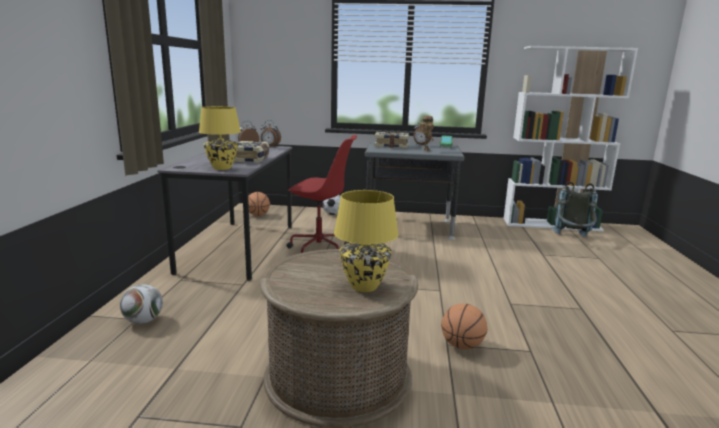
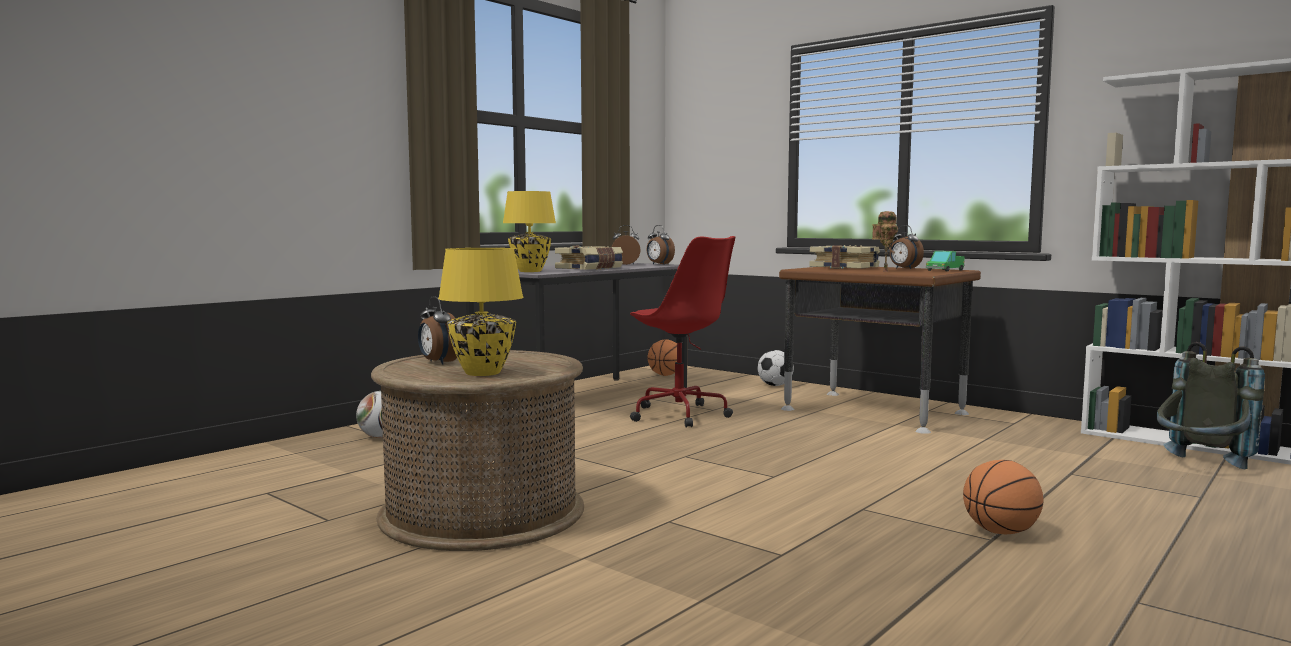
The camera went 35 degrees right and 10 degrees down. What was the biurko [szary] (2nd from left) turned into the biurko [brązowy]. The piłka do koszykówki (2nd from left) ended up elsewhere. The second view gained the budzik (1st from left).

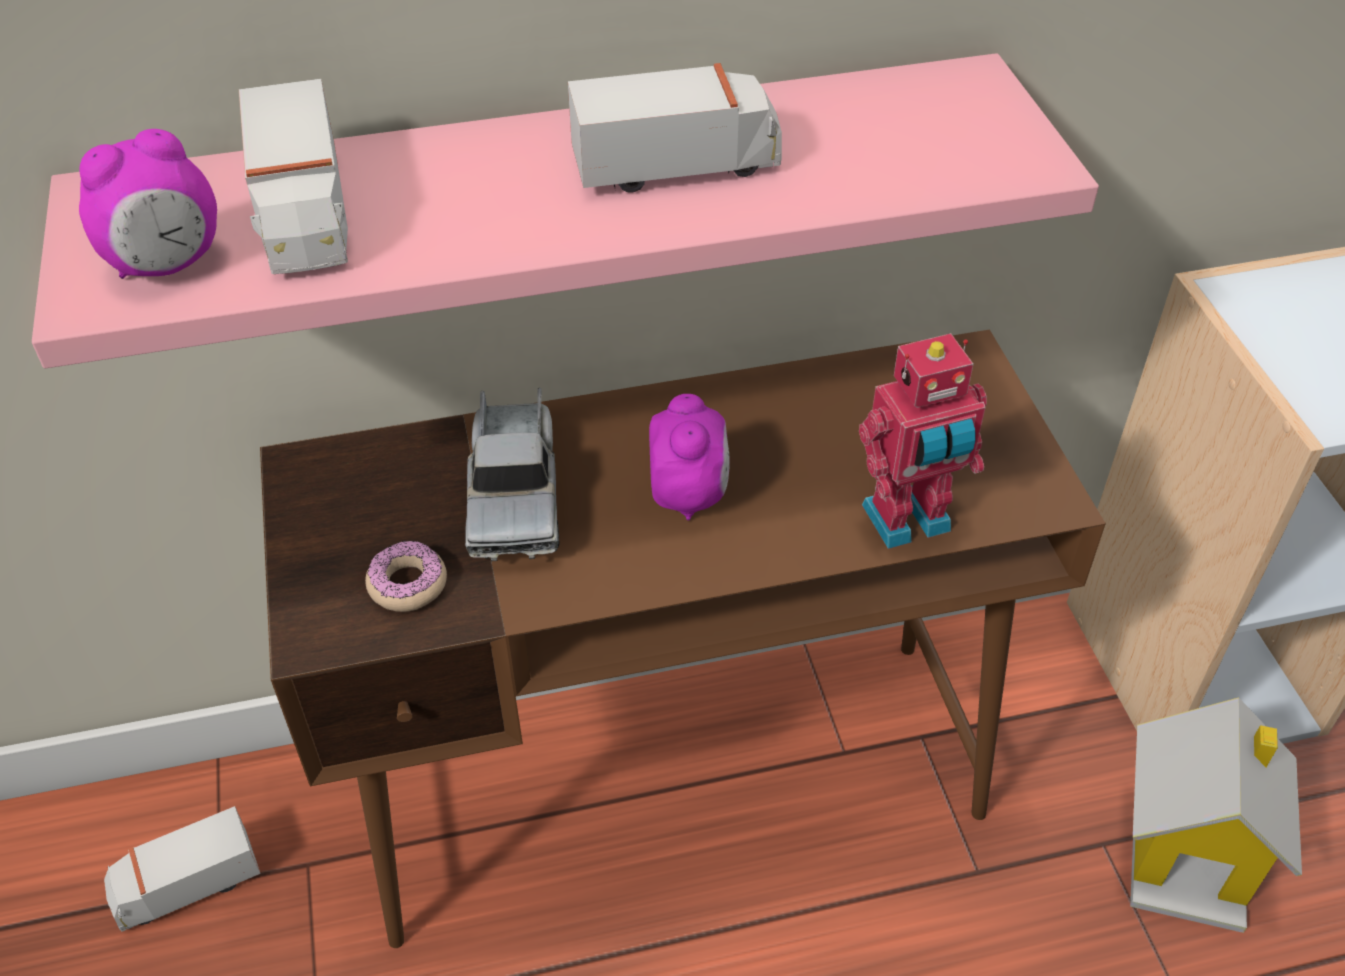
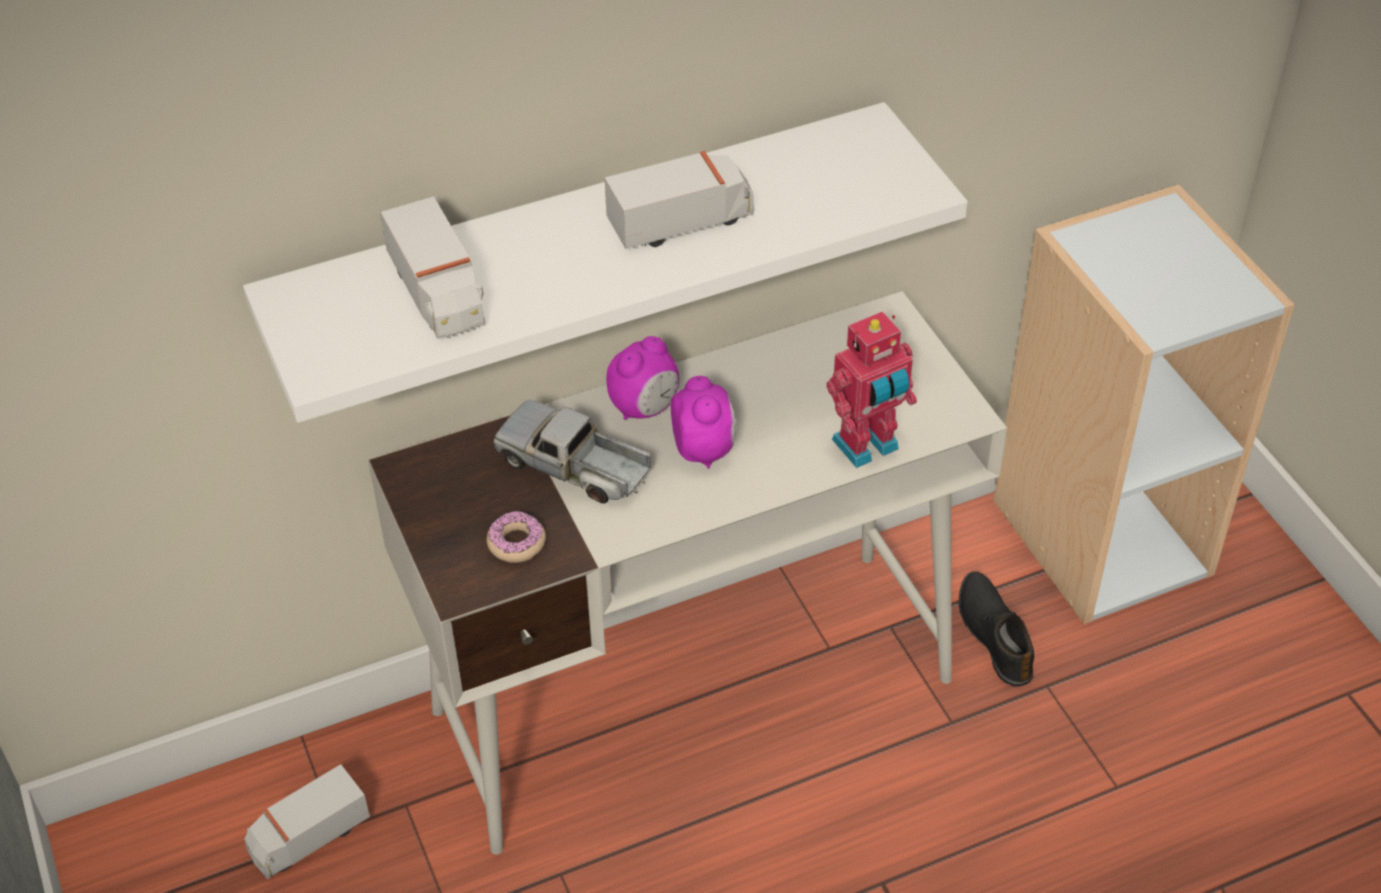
The camera went 10 degrees left and 0 degrees up. What was the półka [różowy] turned into the półka [biały]. The budzik (1st from left) ended up elsewhere. What was the biurko [brązowy] turned into the biurko [biały]. The ciężarówka zabawkowa (3rd from left) ended up facing another way, 135 degrees clockwise from before. The second view lost the domek. The second view gained the but [czarny].

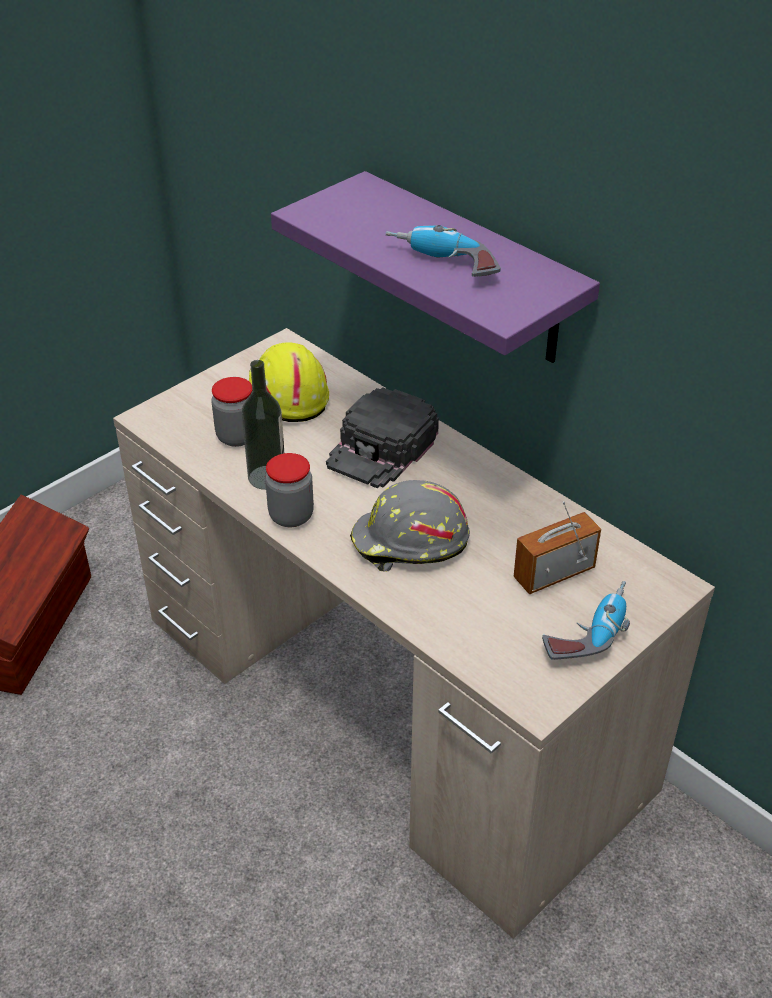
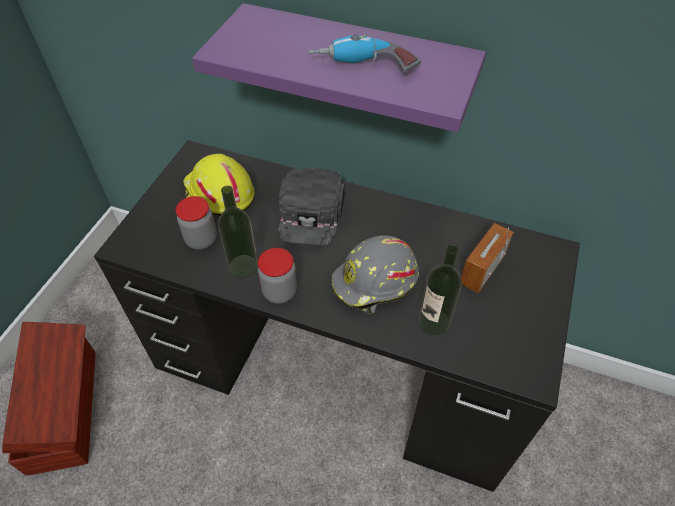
The camera went 25 degrees left and 10 degrees up. What was the biurko [beżowy] turned into the biurko [czarny]. The second view lost the wiertarka (2nd from left). The second view gained the butelka (2nd from left).

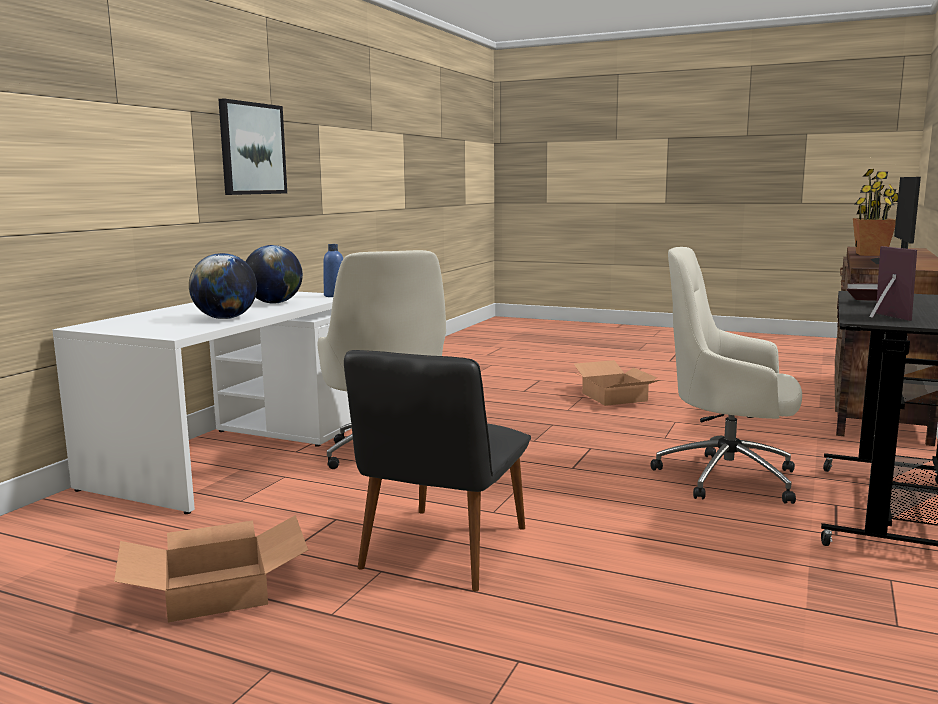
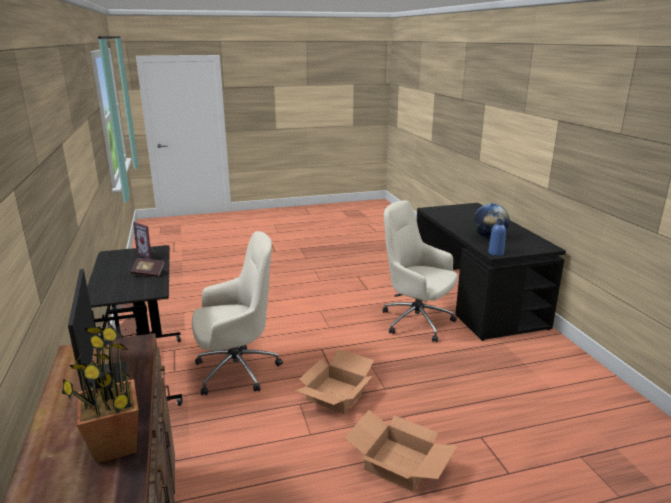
The camera went 140 degrees right and 10 degrees up. The second view lost the obraz. The second view lost the globus (1st from left). What was the biurko [biały] turned into the biurko [czarny] (2nd from left). The second view lost the krzesło [czarny]. The karton (1st from left) ended up elsewhere.

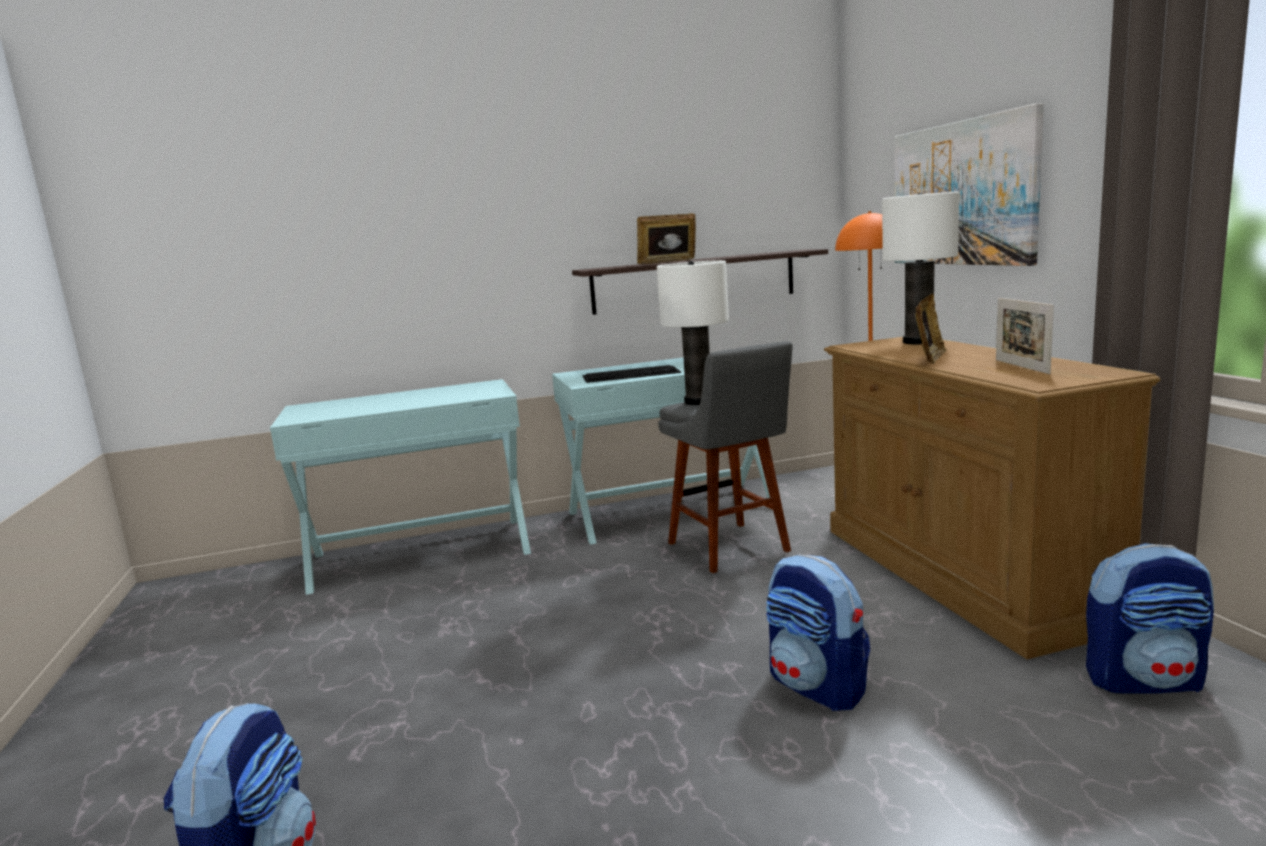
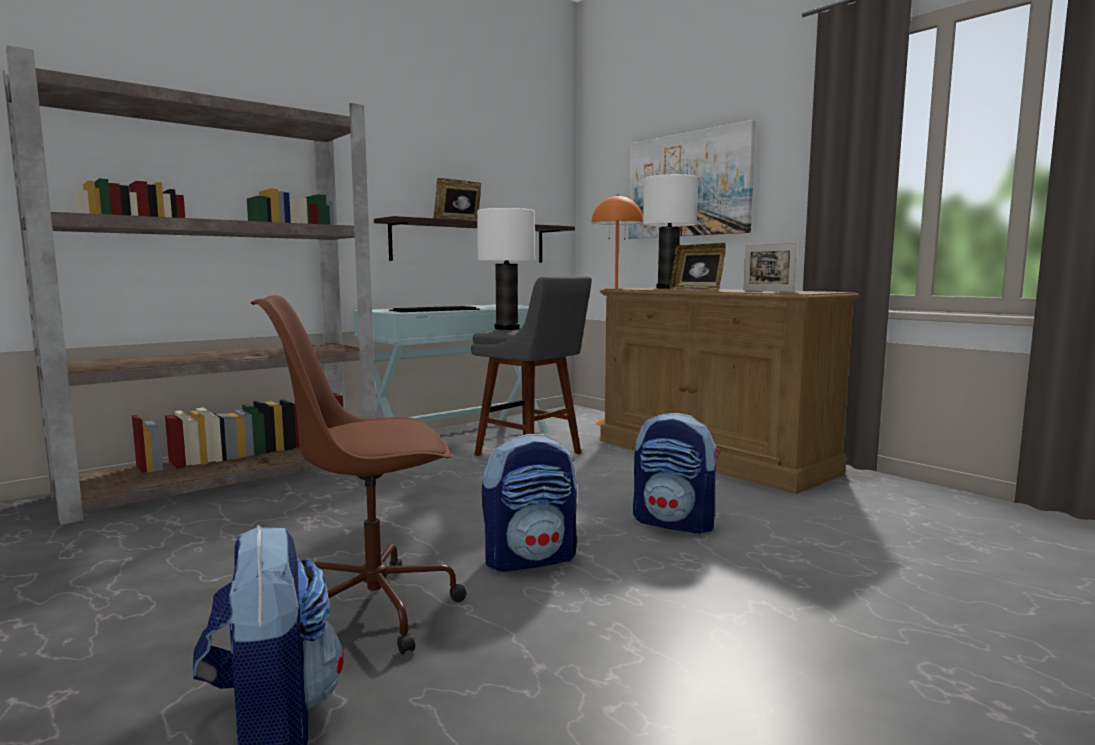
The camera went 25 degrees left and 5 degrees down. The ramka na zdjęcie (2nd from left) ended up facing another way, 135 degrees clockwise from before. Where the biurko [turkusowy] (1st from left) stood, the regał [brązowy] came to stand. The plecak (3rd from left in the first image) ended up elsewhere. The second view gained the krzesło biurowe [brązowy].

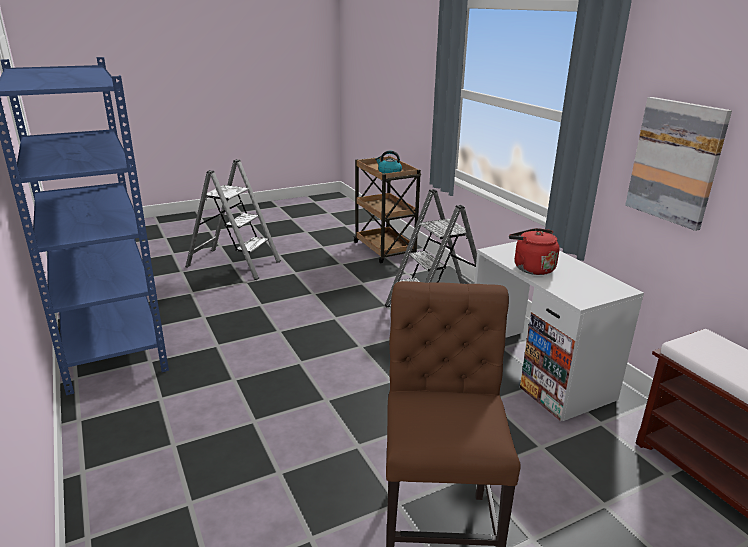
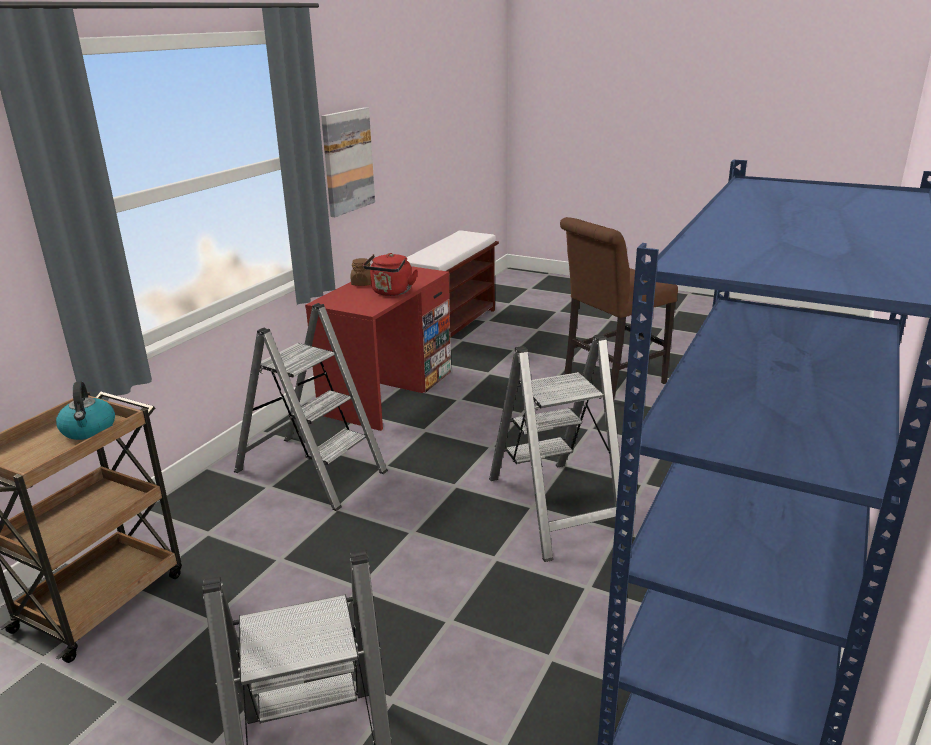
The camera went 125 degrees left and 0 degrees up. What was the biurko [biały] turned into the biurko [czerwony]. The second view gained the słoik [brązowy]. The second view gained the drabinka [szary] (3rd from left).

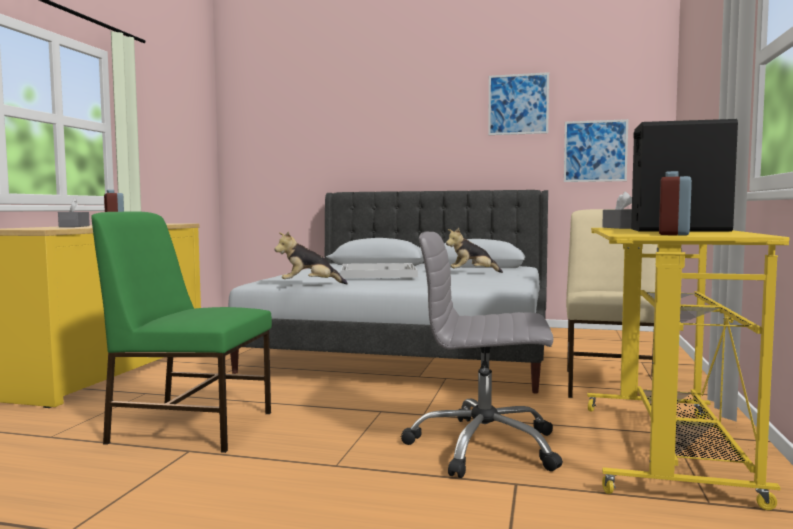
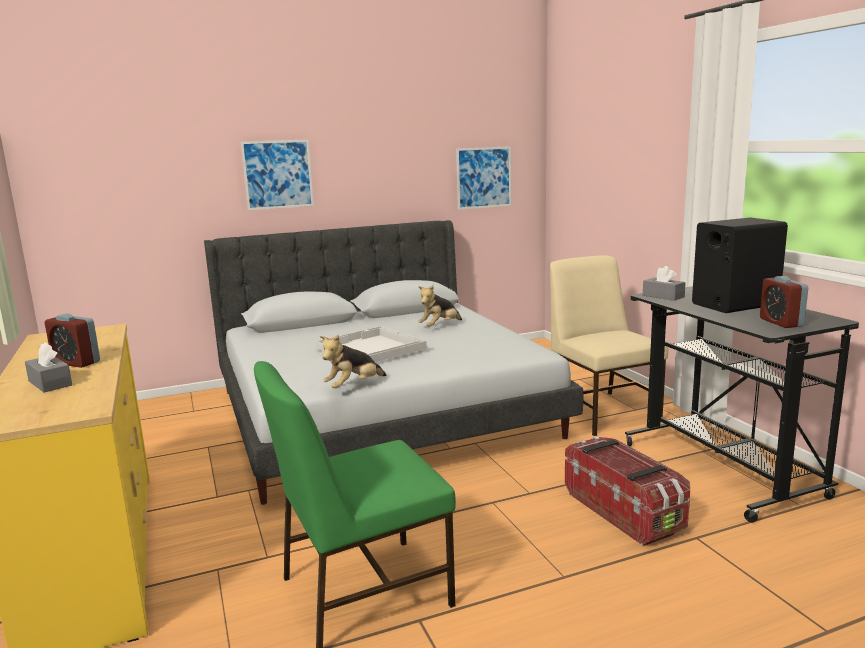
The camera went 35 degrees left and 10 degrees up. The obraz (1st from left) ended up elsewhere. What was the biurko [żółty] turned into the biurko [czarny]. Where the krzesło biurowe [szary] stood, the pojemnik do przechowywania came to stand.

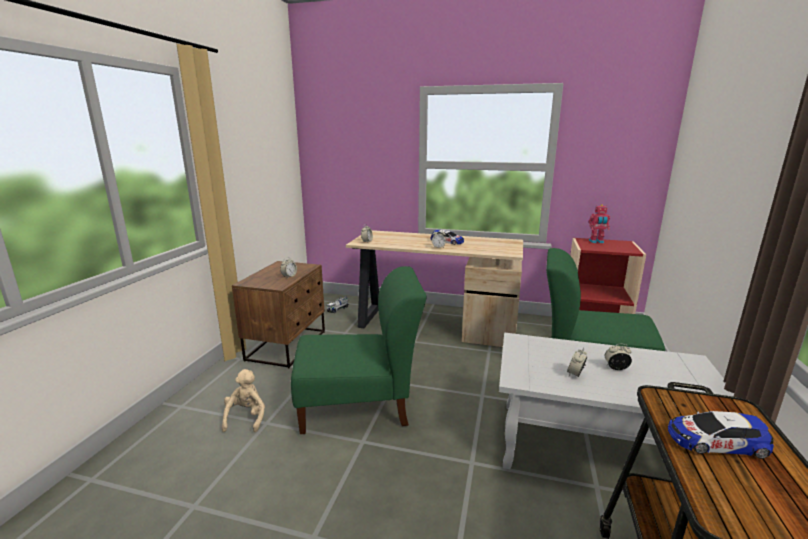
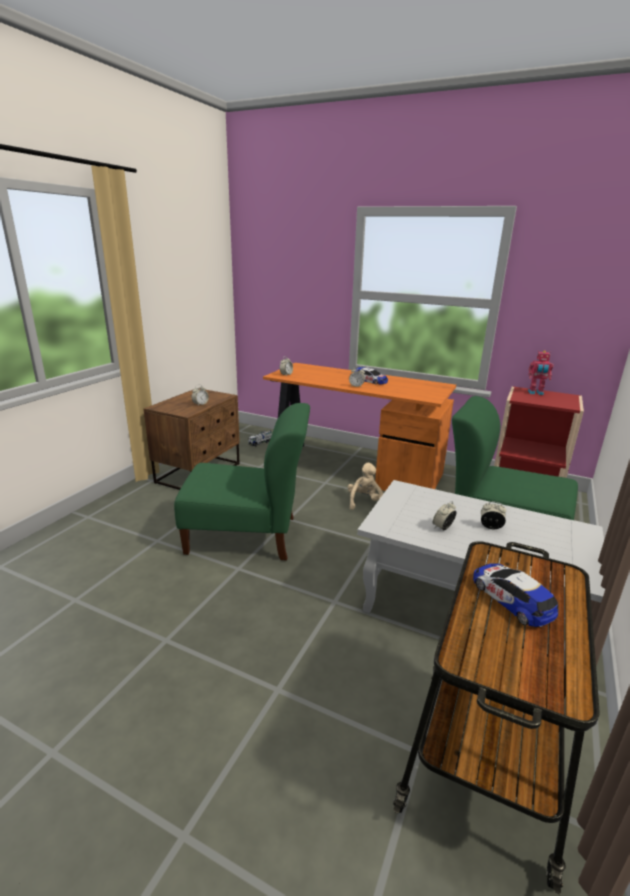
The camera went 10 degrees right and 5 degrees up. What was the biurko [beżowy] turned into the biurko [pomarańczowy]. The pluszak [beżowy] ended up elsewhere. The samochodzik (2nd from left) ended up facing another way, 45 degrees clockwise from before.

